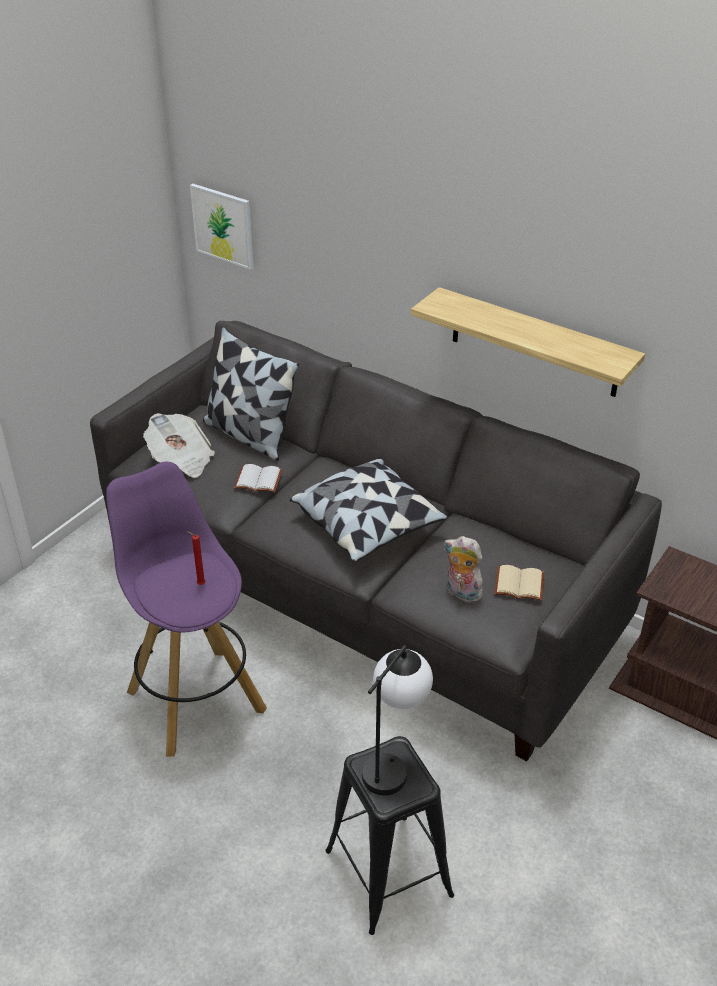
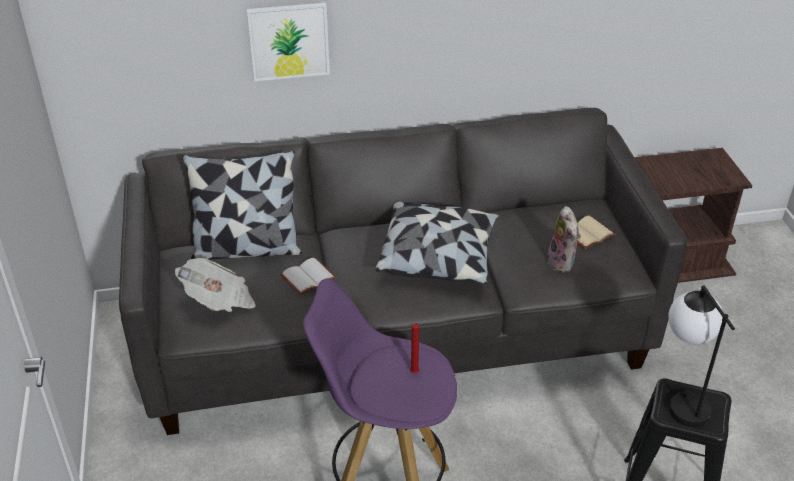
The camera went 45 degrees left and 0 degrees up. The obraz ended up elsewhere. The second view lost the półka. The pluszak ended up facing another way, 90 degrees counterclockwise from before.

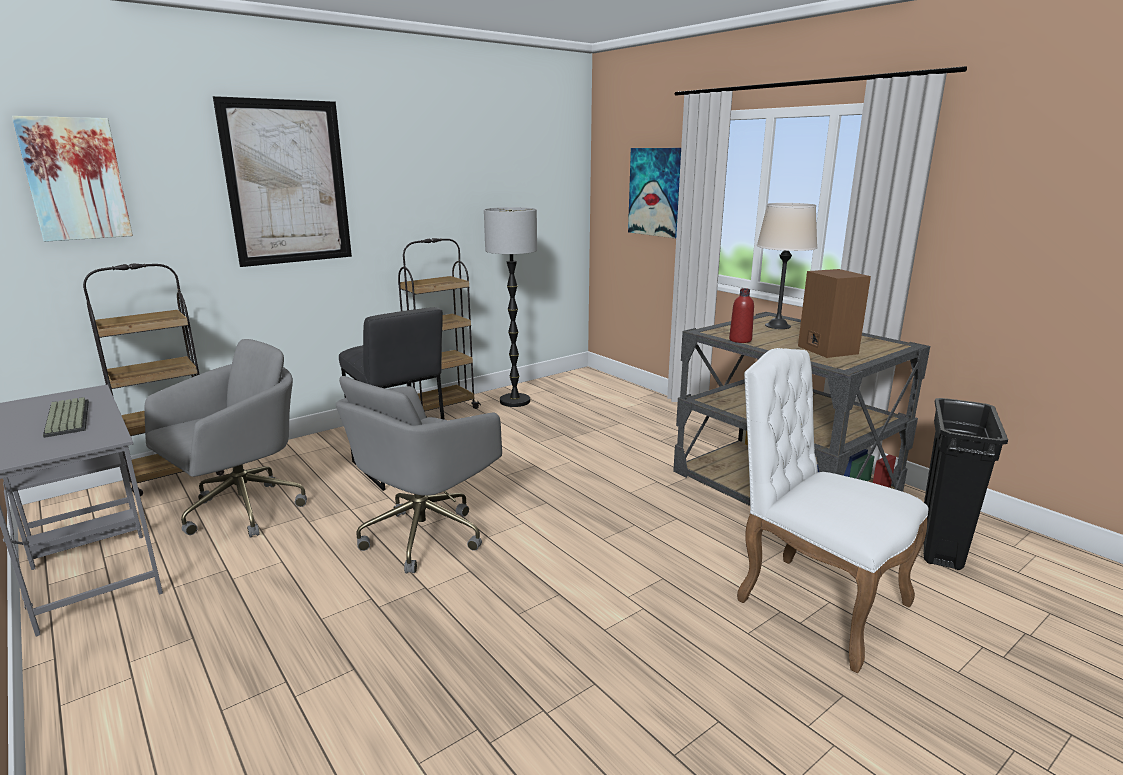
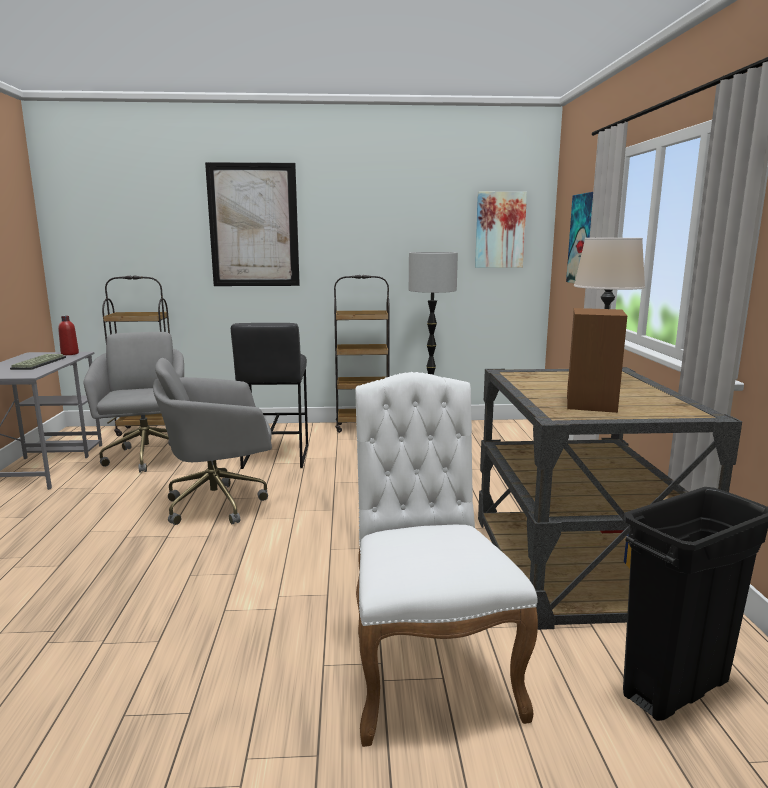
The camera went 35 degrees right and 5 degrees down. The obraz (1st from left in the first image) ended up elsewhere. The butelka [czerwony] ended up elsewhere. The krzesło biurowe [szary] (1st from left) ended up facing another way, 90 degrees counterclockwise from before.

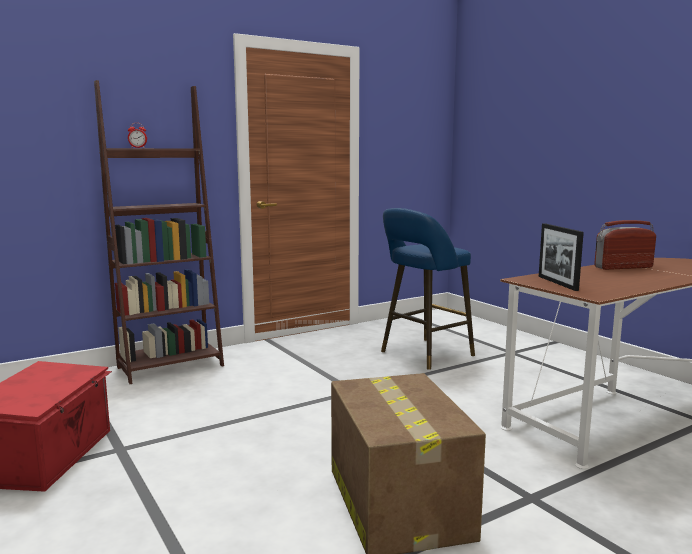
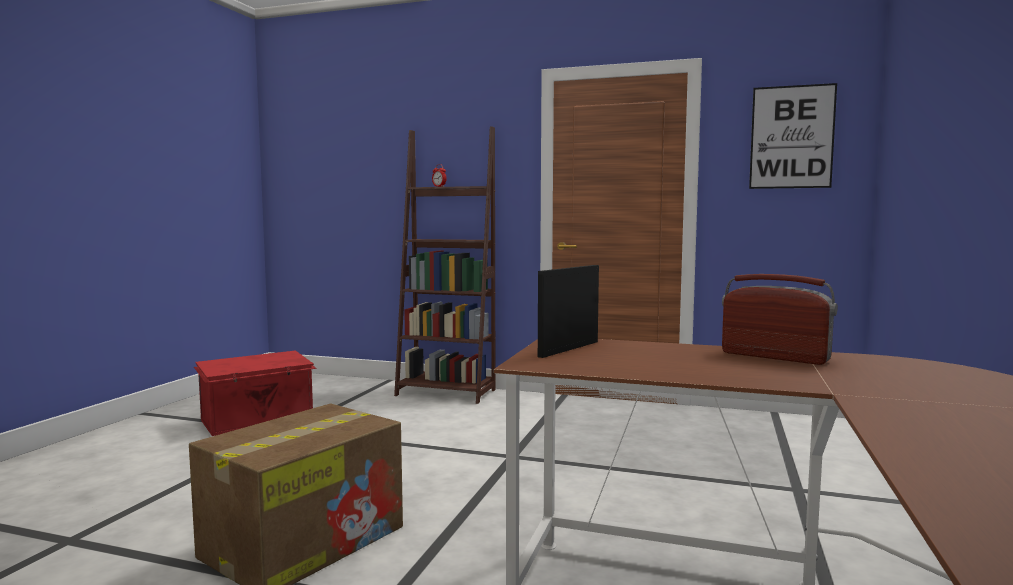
The camera went 50 degrees right and 5 degrees down. The second view lost the stołek [niebieski]. The second view gained the obraz.

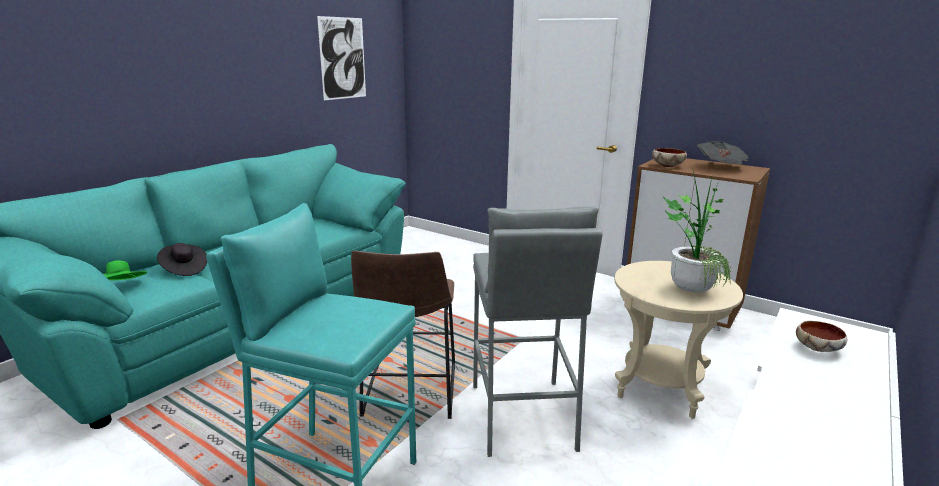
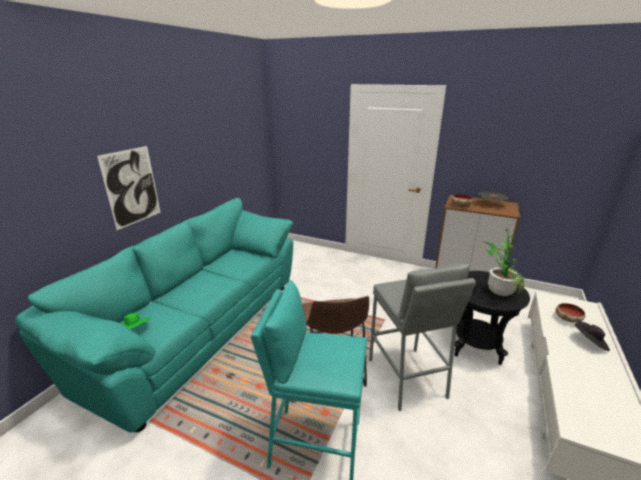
The camera went 10 degrees left and 5 degrees up. The obraz ended up elsewhere. The kapelusz [czarny] ended up elsewhere. What was the stolik [beżowy] turned into the stolik [czarny].

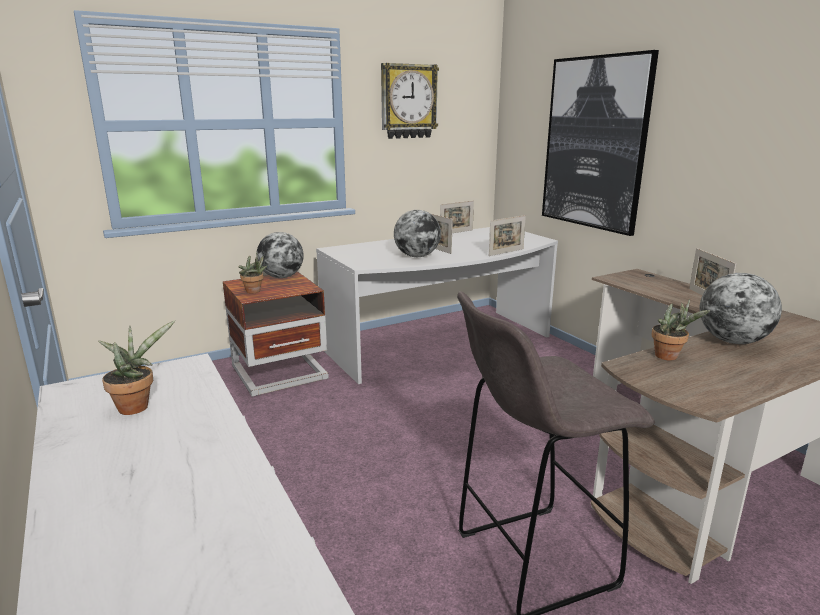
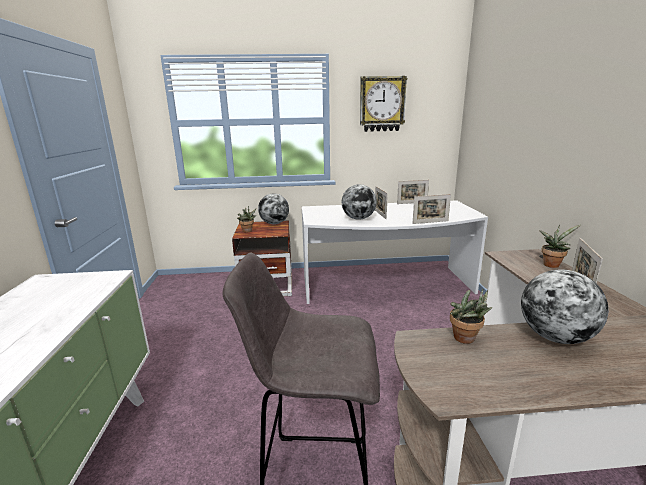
The camera went 25 degrees right and 0 degrees up. The second view lost the obraz. The roślina doniczkowa (1st from left in the first image) ended up elsewhere.

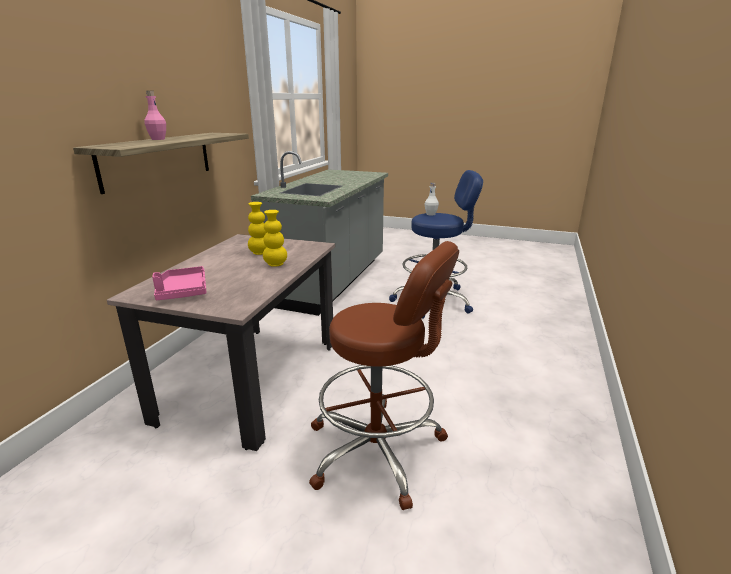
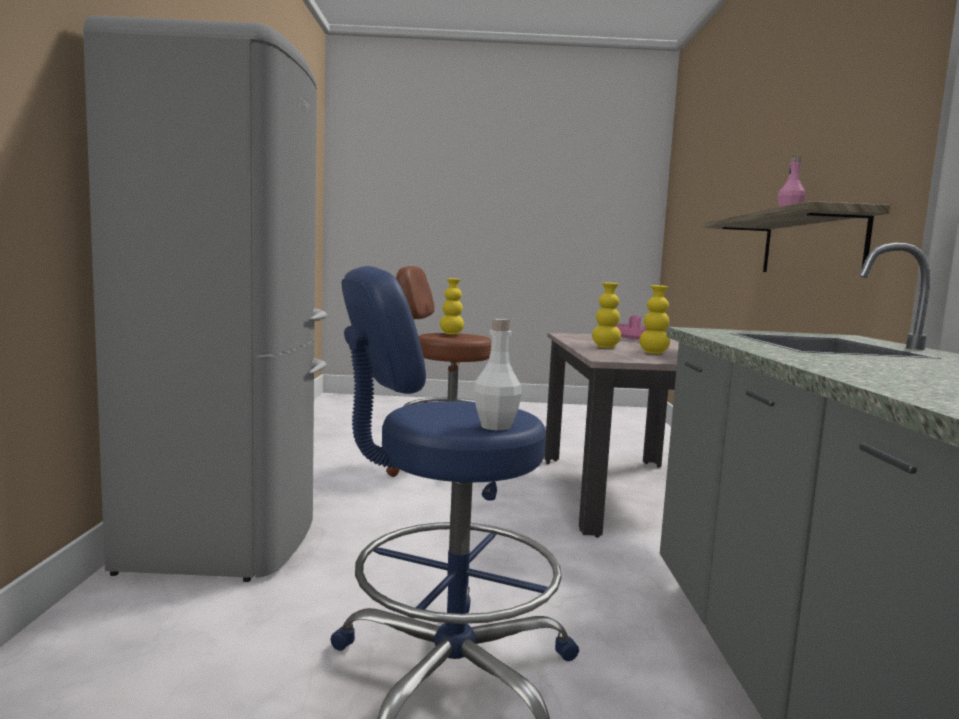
The camera went 160 degrees right and 15 degrees down. The second view gained the lodówka [szary]. The second view gained the wazon [żółty] (1st from left).

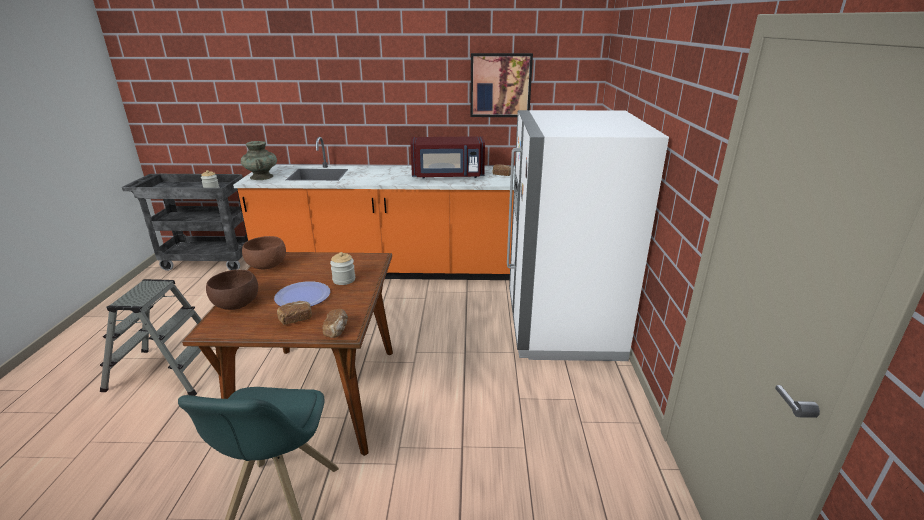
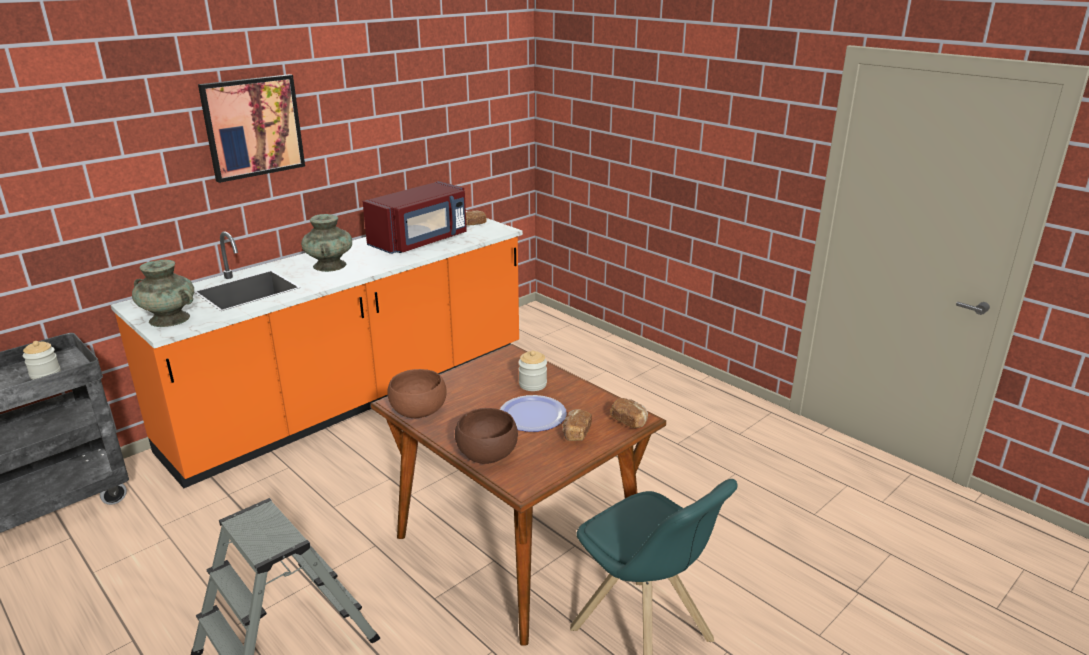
The camera went 45 degrees left and 0 degrees up. The obraz ended up elsewhere. The second view lost the lodówka [biały]. The second view gained the wazon [turkusowy] (2nd from left).

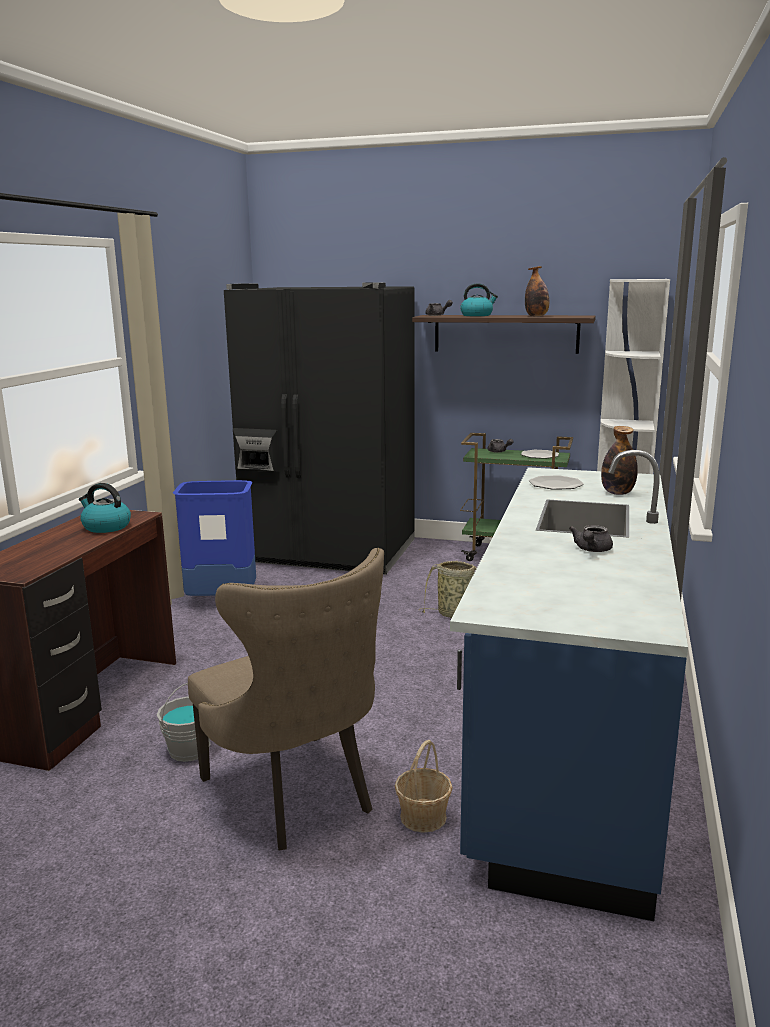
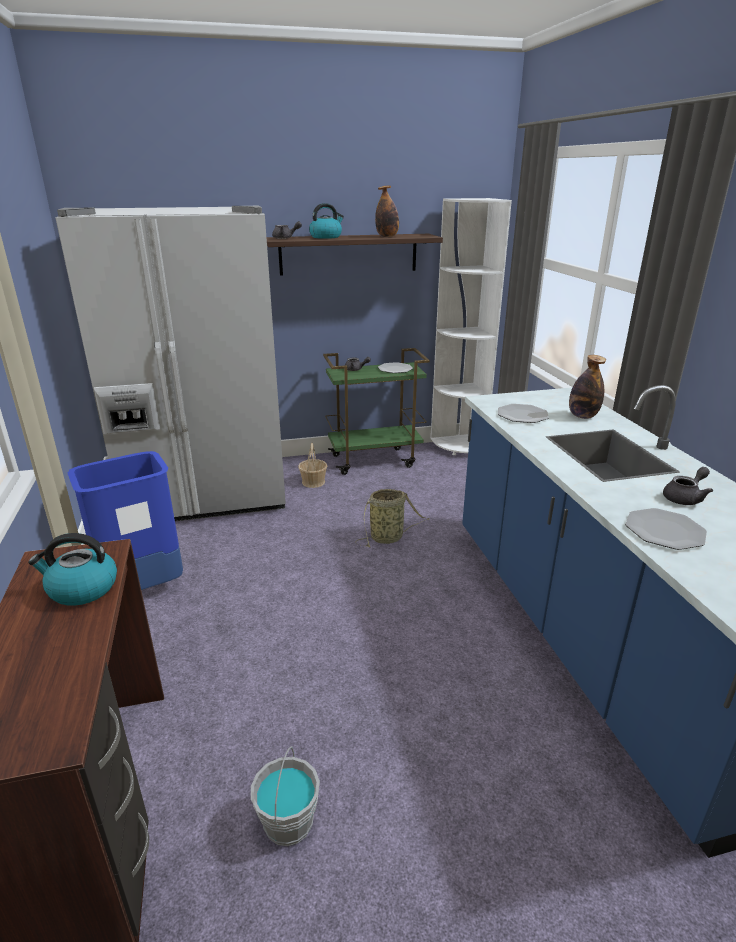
The camera went 30 degrees left and 10 degrees up. What was the lodówka [czarny] turned into the lodówka [biały]. The imbryk [szary] (3rd from left) ended up facing another way, 120 degrees counterclockwise from before. The second view lost the krzesło [beżowy]. The koszyk (1st from left) ended up elsewhere. The second view gained the talerz (3rd from left).

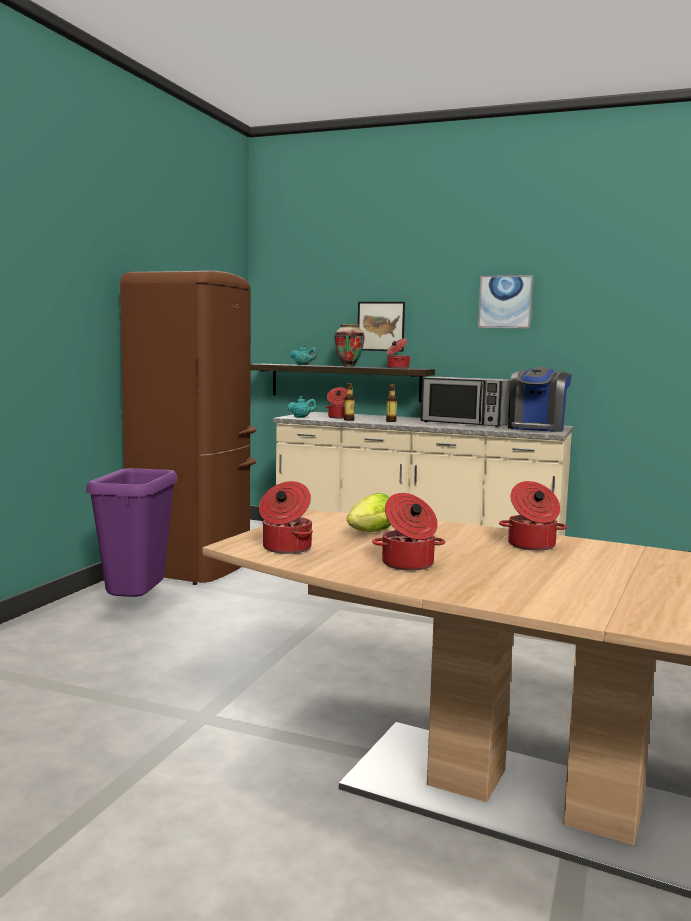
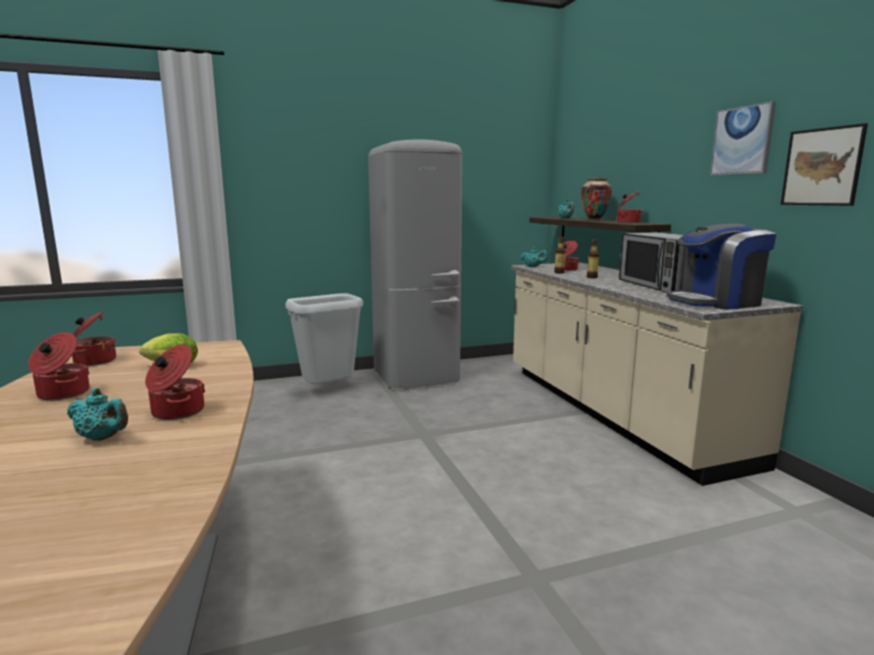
The camera went 50 degrees right and 5 degrees up. What was the lodówka [brązowy] turned into the lodówka [szary]. The obraz (1st from left in the first image) ended up elsewhere. What was the kosz na śmieci [fioletowy] turned into the kosz na śmieci [szary]. The second view gained the imbryk [turkusowy] (1st from left).

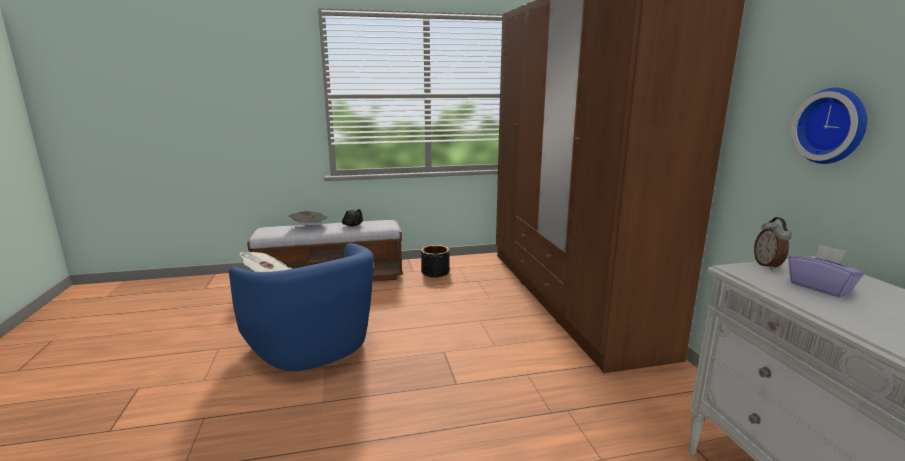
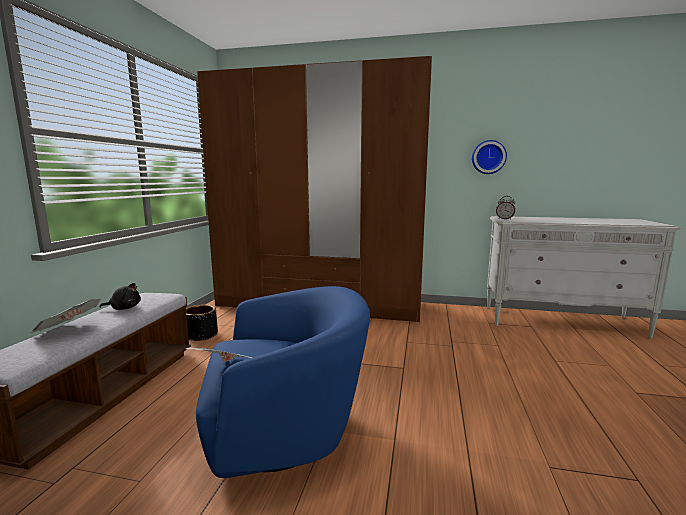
The camera went 65 degrees left and 5 degrees down. The second view lost the pudełko chusteczek [fioletowy].

